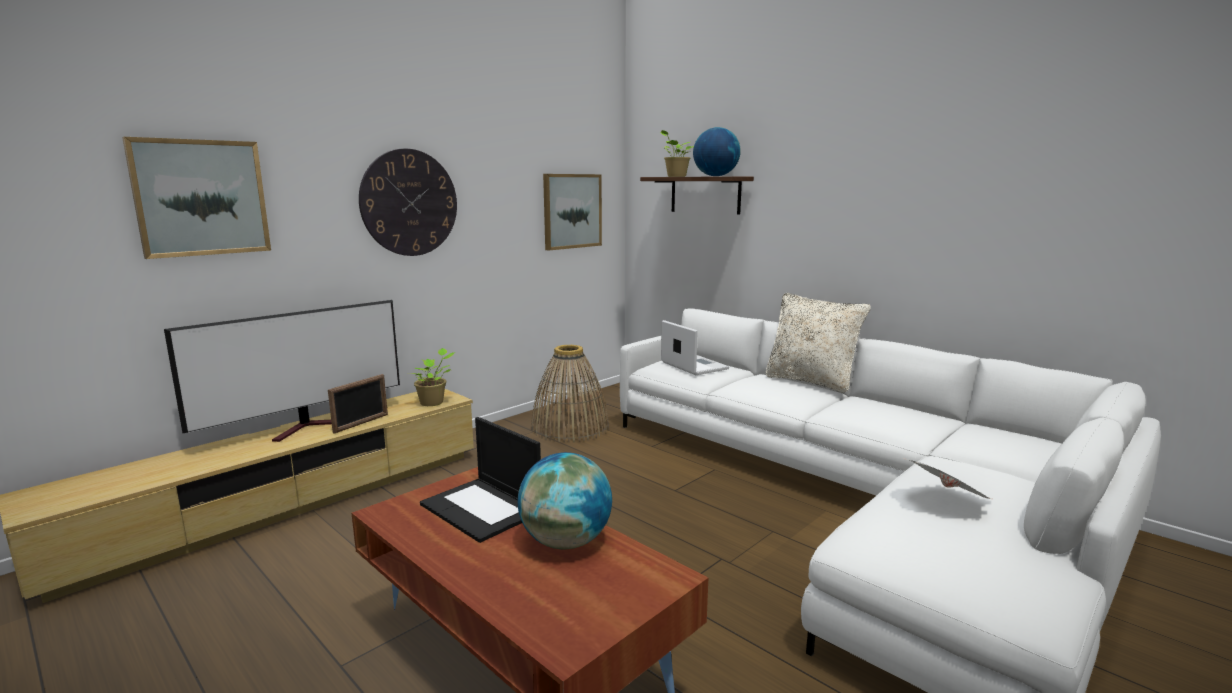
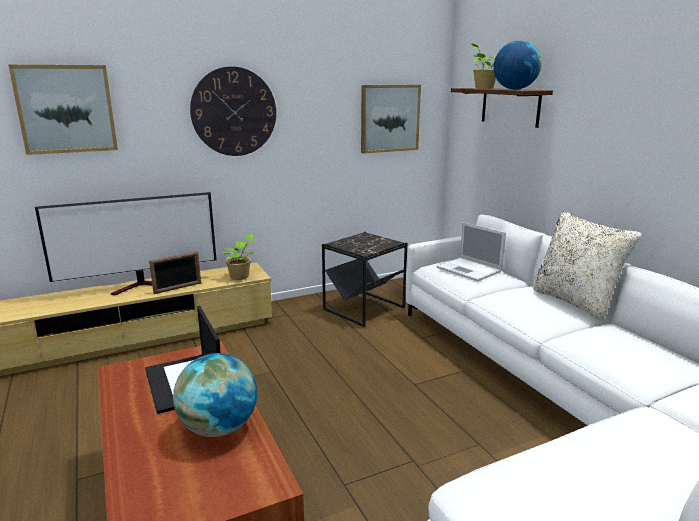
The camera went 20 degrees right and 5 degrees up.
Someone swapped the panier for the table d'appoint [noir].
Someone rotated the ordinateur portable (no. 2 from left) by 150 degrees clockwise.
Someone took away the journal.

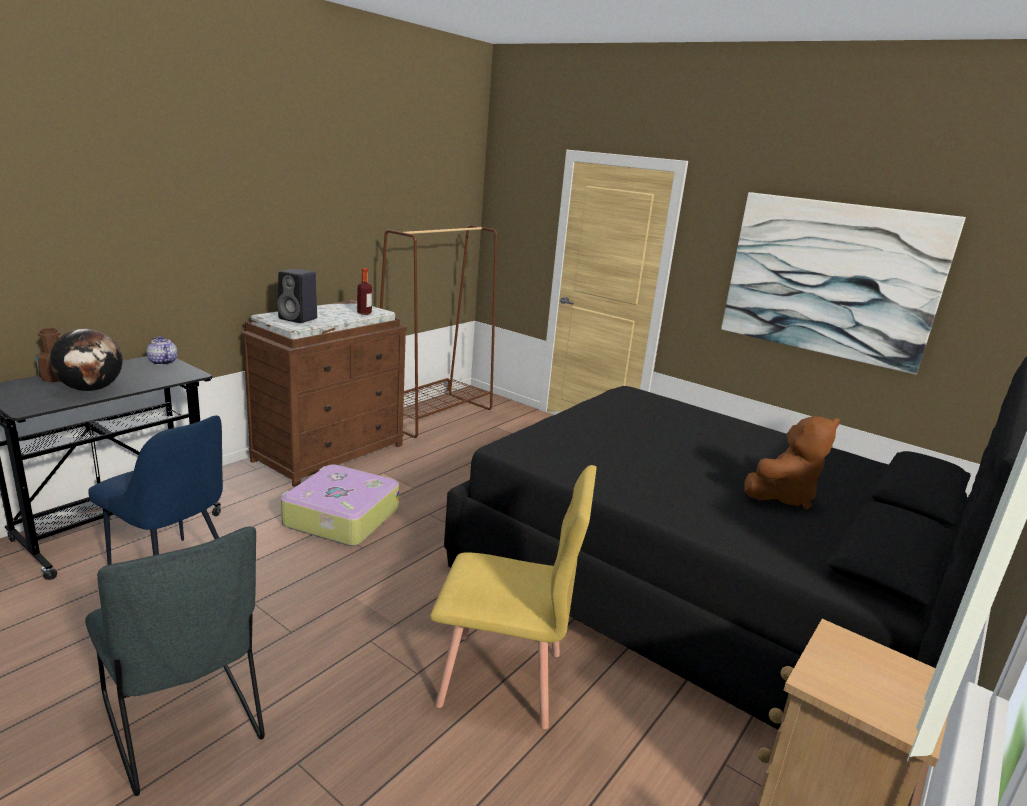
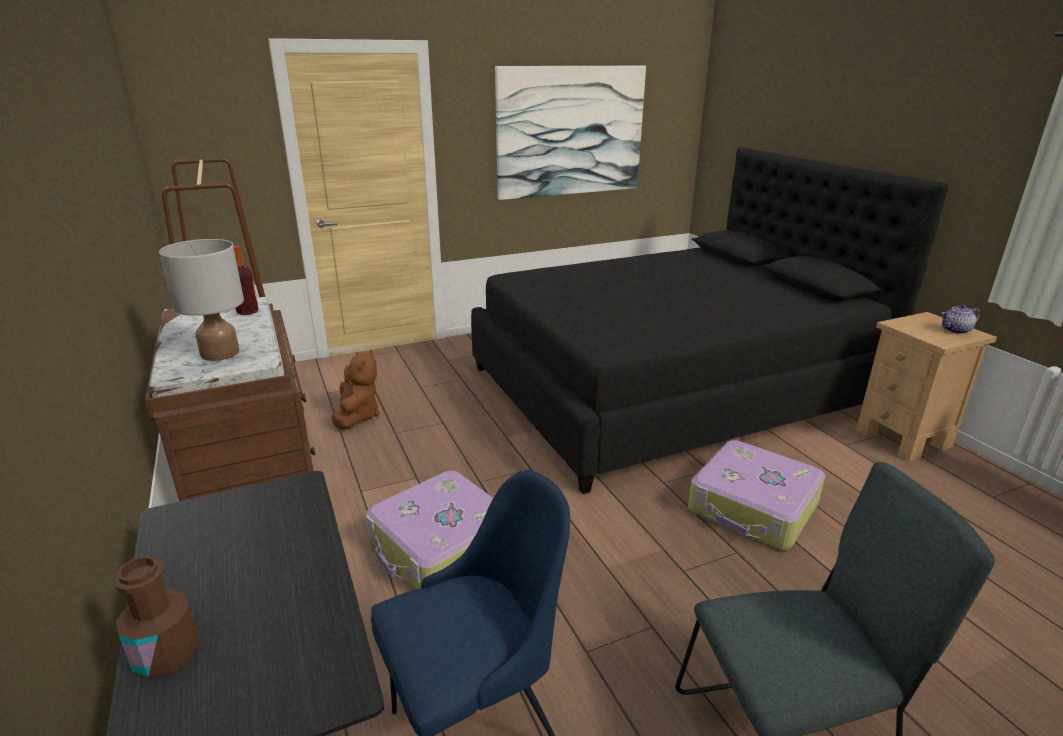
The camera went 60 degrees left and 5 degrees up.
Someone took away the globe.
Someone carried the théière.
Someone swapped the enceinte [noir] for the lampe de table [gris].
Someone swapped the chaise [jaune] for the valise (no. 2 from left).
Someone carried the peluche [marron].

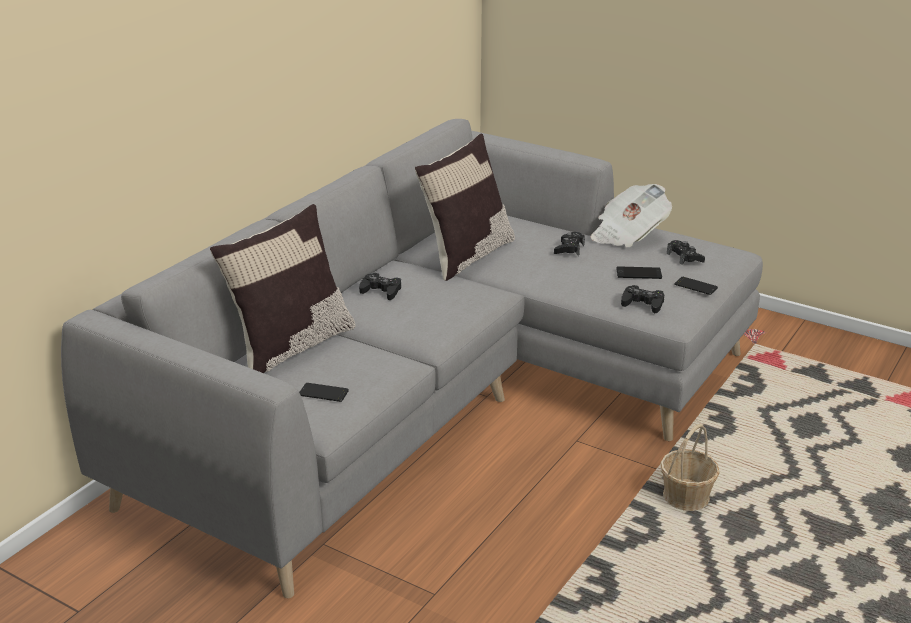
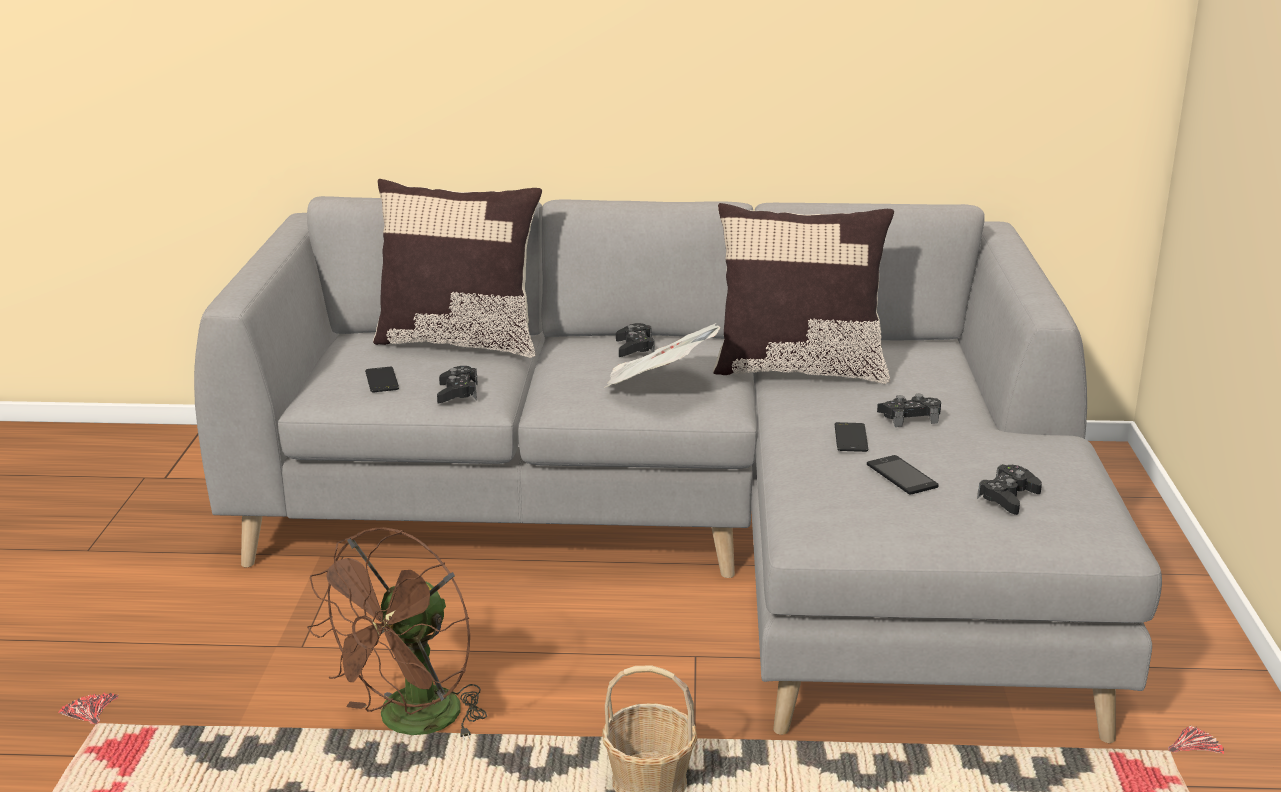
The camera went 60 degrees right and 5 degrees down.
Someone carried the journal.
Someone carried the manette [noir] (no. 3 from left in the first image).
Someone carried the téléphone (no. 3 from left in the first image).
Someone put down the ventilateur [marron].

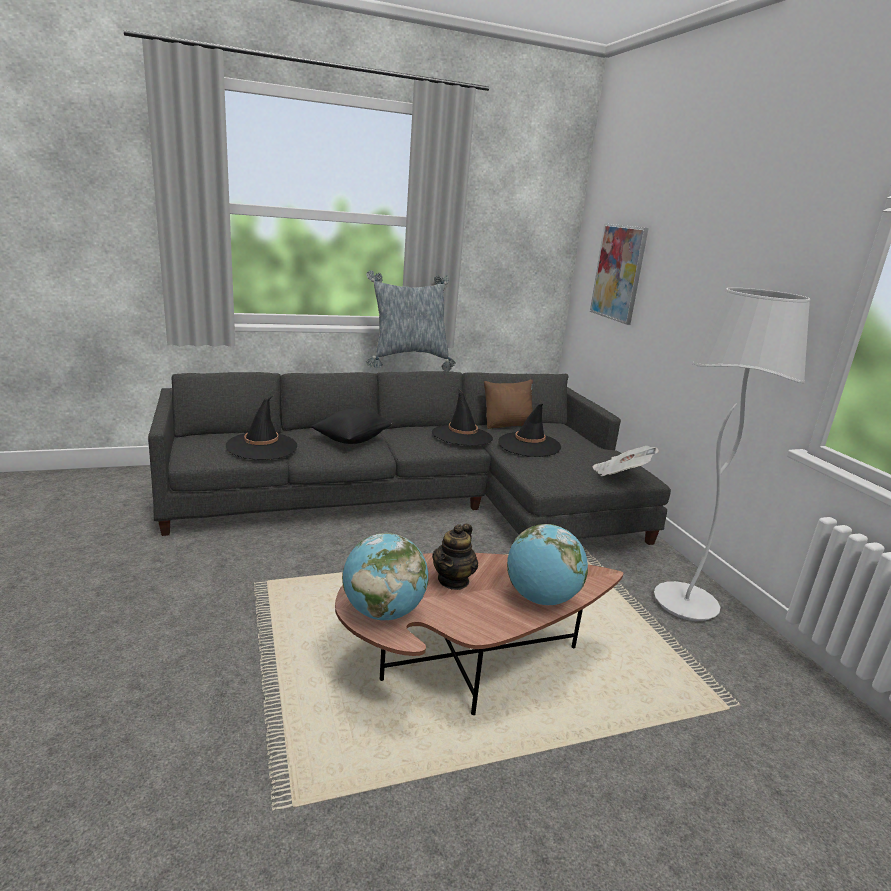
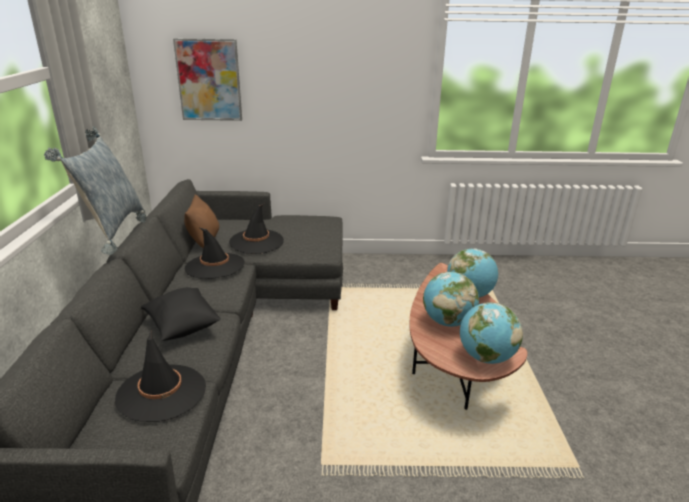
The camera went 70 degrees left and 5 degrees up.
Someone swapped the théière for the globe (no. 1 from left).
Someone took away the journal.
Someone took away the lampadaire [blanc].

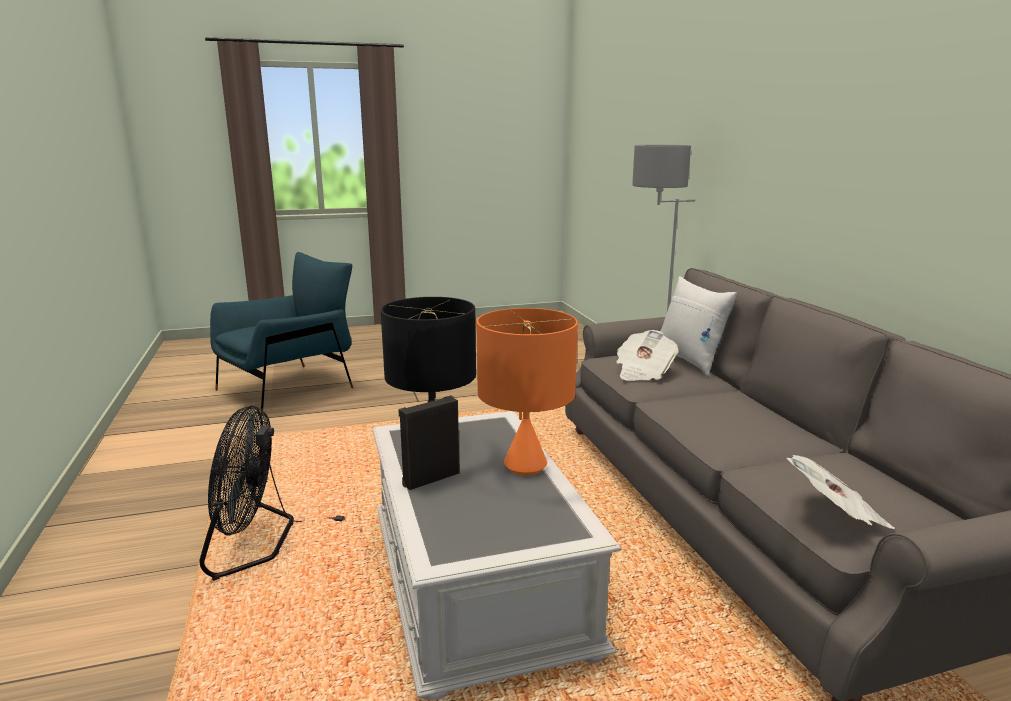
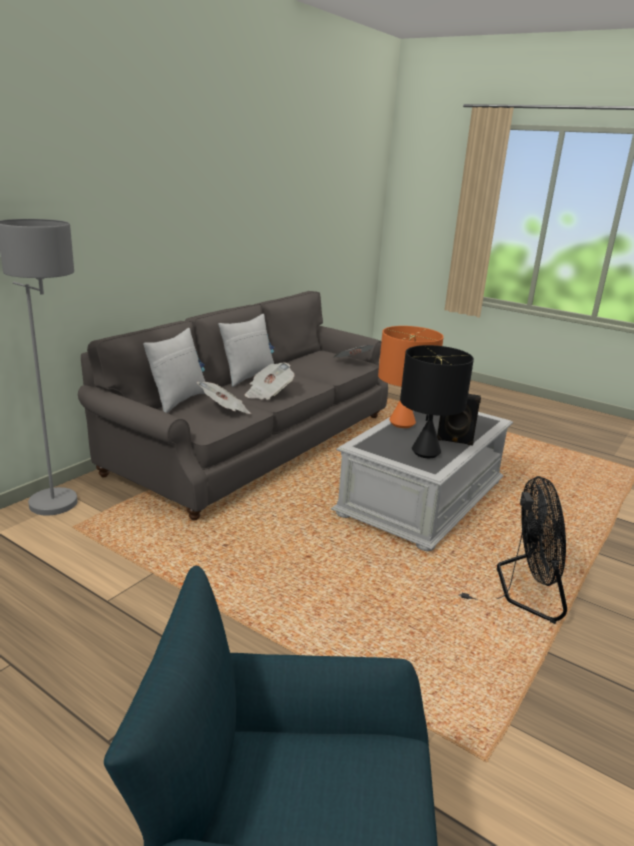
The camera went 130 degrees left and 5 degrees up.
Someone rotated the ventilateur [noir] by 45 degrees counterclockwise.
Someone put down the coussin [gris] (no. 2 from left).
Someone put down the journal (no. 2 from left).

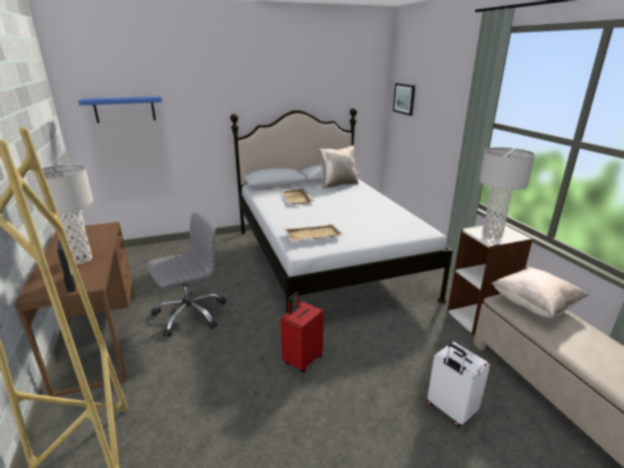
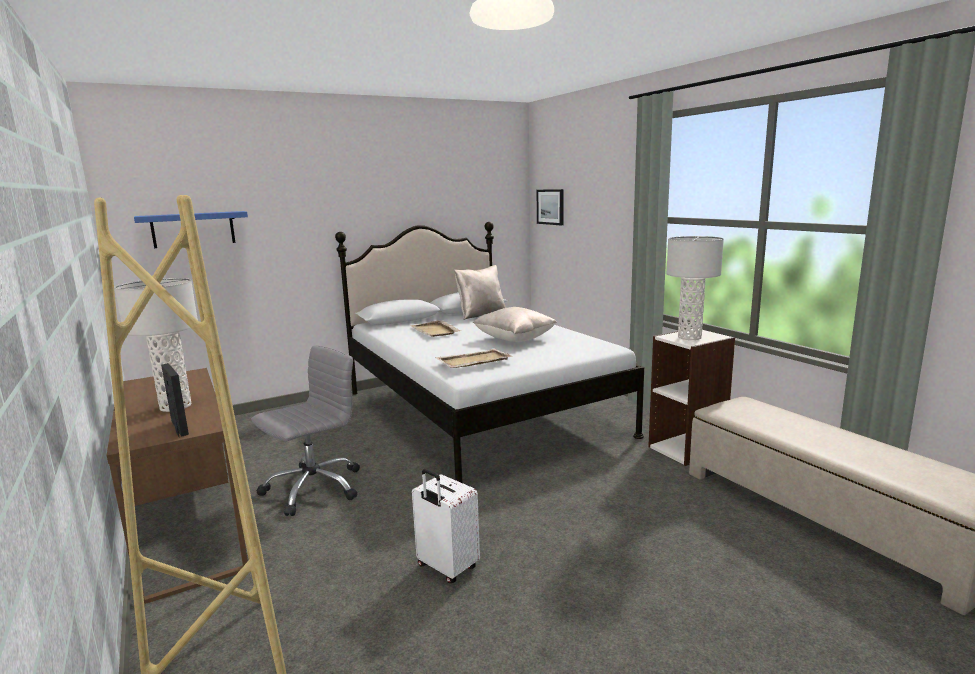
The camera went 10 degrees left and 10 degrees down.
Someone took away the valise [rouge].
Someone carried the valise [blanc].
Someone carried the coussin [beige] (no. 2 from left).

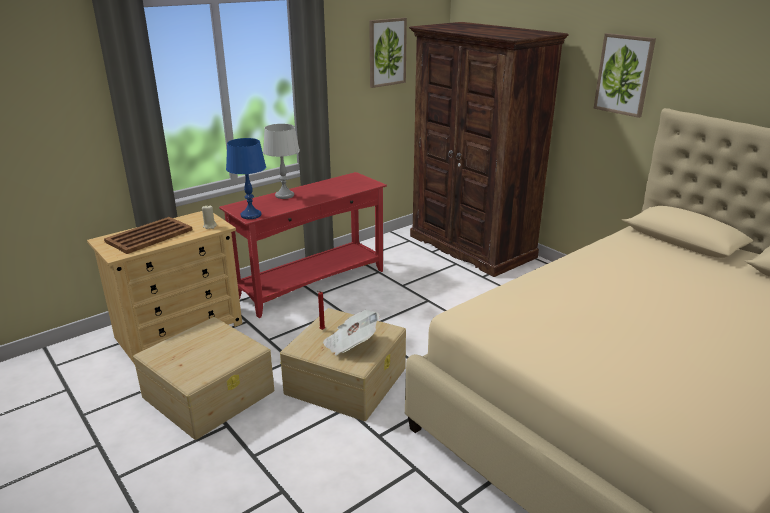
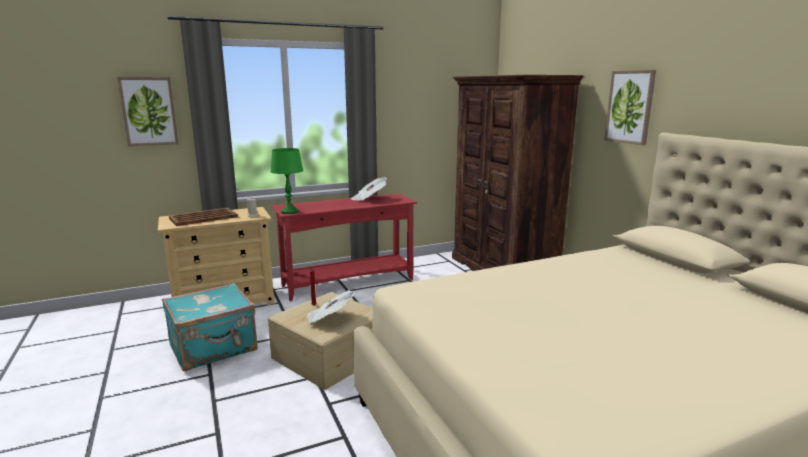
The camera went 15 degrees right and 10 degrees down.
Someone swapped the boîte de rangement [beige] (no. 1 from left) for the valise [turquoise].
Someone repainted the lampe de table [bleu], which became the lampe de table [vert].
Someone took away the lampe de table [gris].
Someone carried the tableau (no. 1 from left).
Someone put down the journal (no. 2 from left).

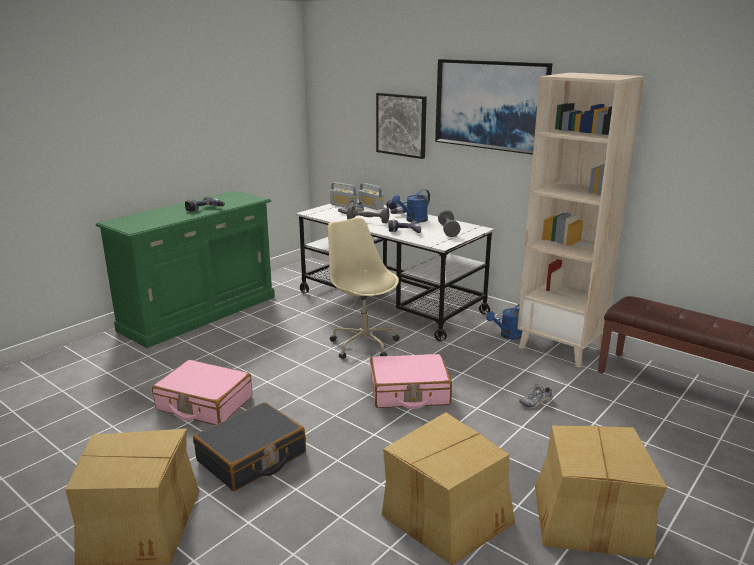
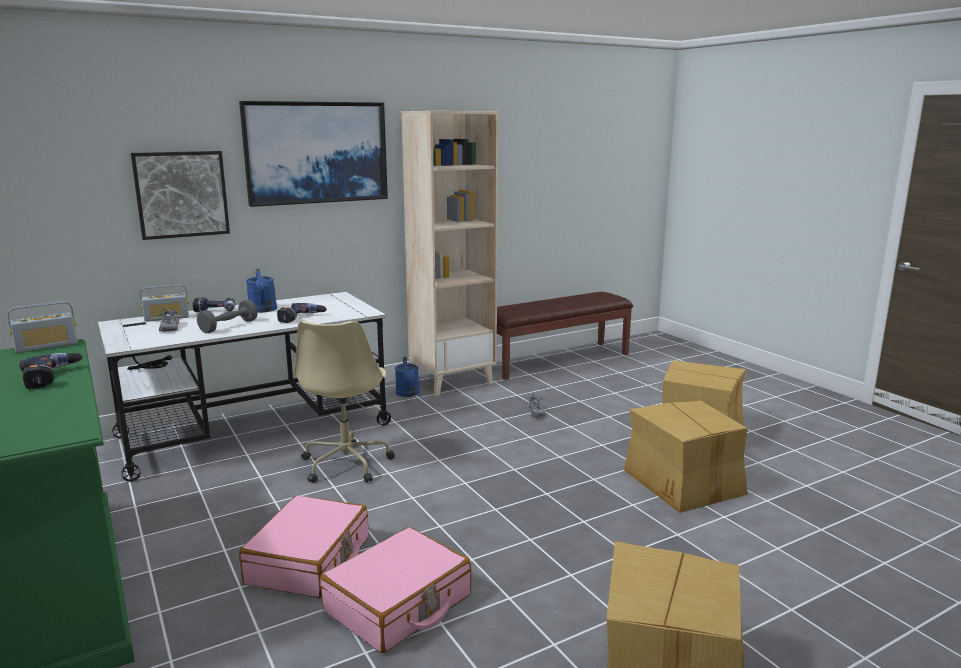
The camera went 70 degrees left and 5 degrees down.
Someone took away the valise [noir].
Someone rotated the chaise de bureau [beige] by 75 degrees counterclockwise.
Someone carried the radio (no. 1 from left).
Someone carried the valise [rose] (no. 2 from left in the first image).
Someone took away the haltère [gris] (no. 2 from left).

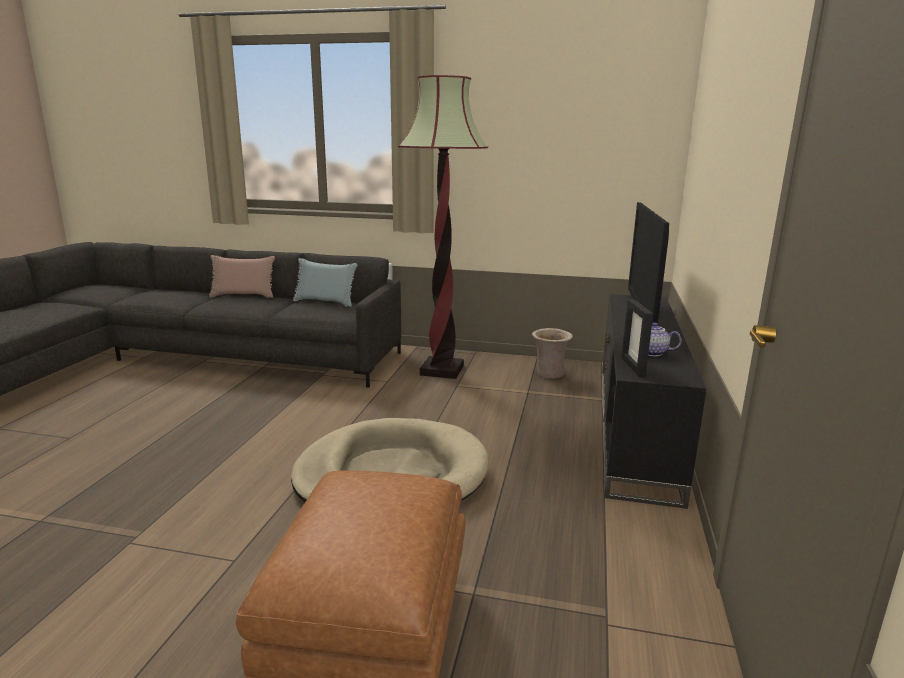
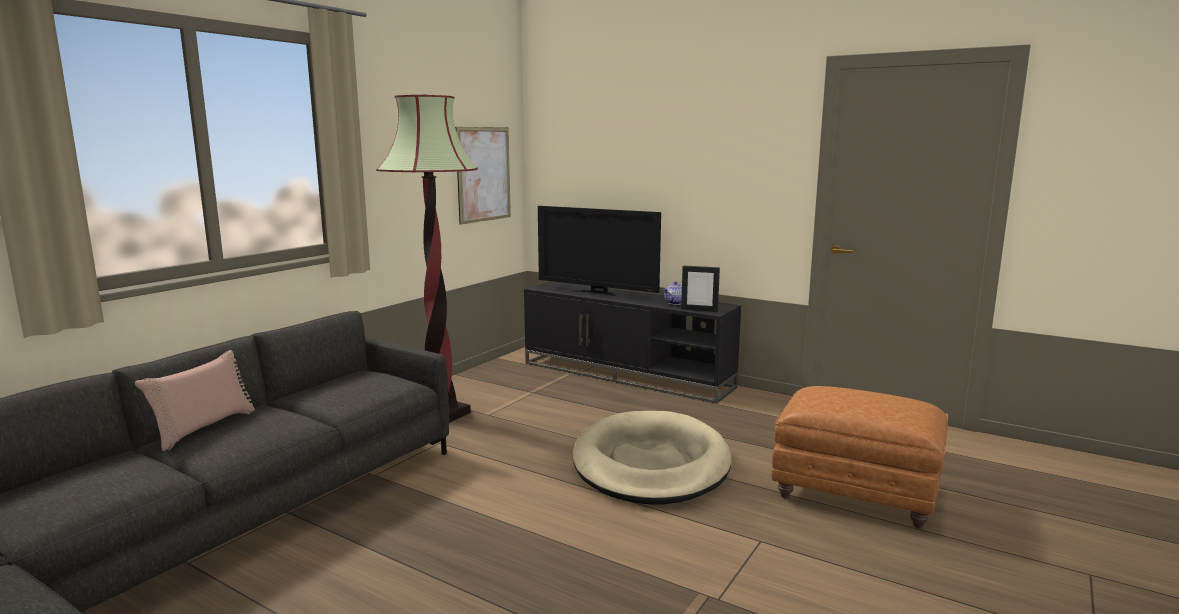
The camera went 70 degrees left and 5 degrees down.
Someone took away the coussin [bleu].
Someone took away the vase [beige].
Someone put up the tableau.

